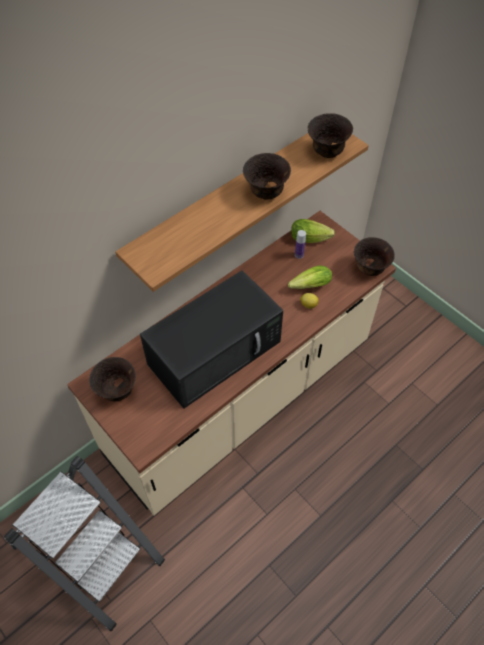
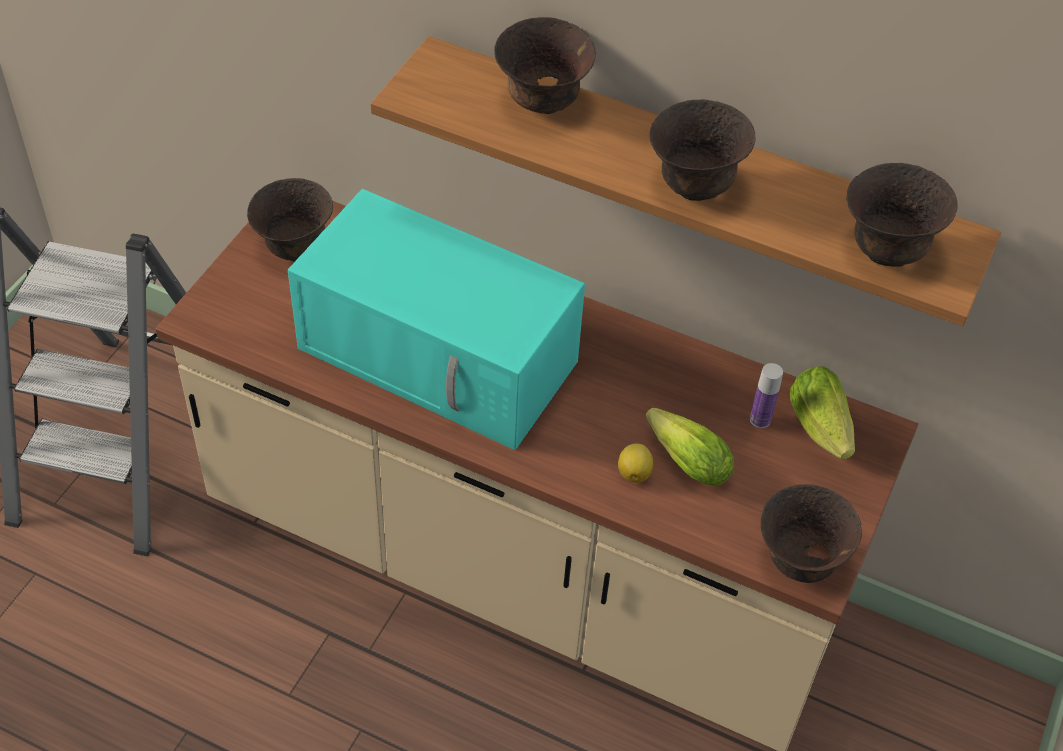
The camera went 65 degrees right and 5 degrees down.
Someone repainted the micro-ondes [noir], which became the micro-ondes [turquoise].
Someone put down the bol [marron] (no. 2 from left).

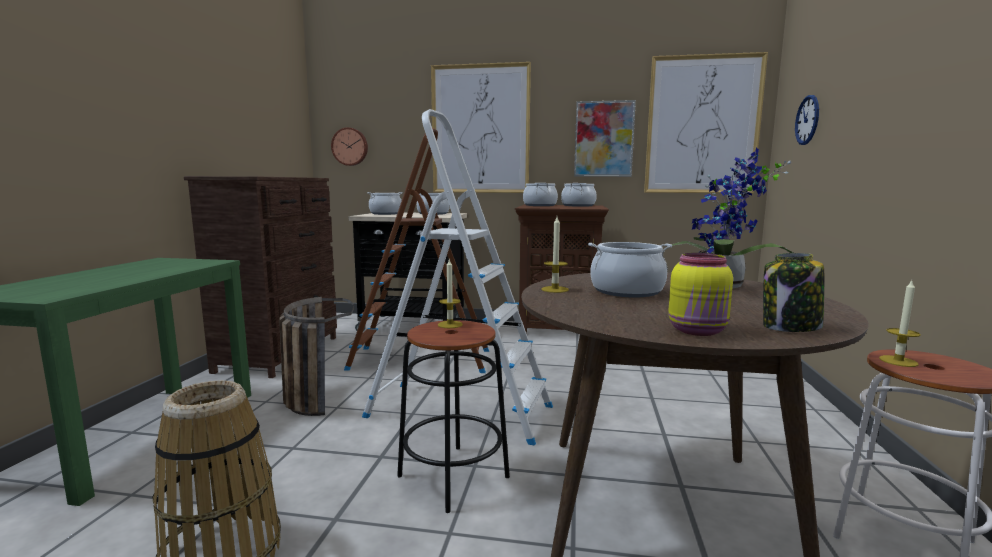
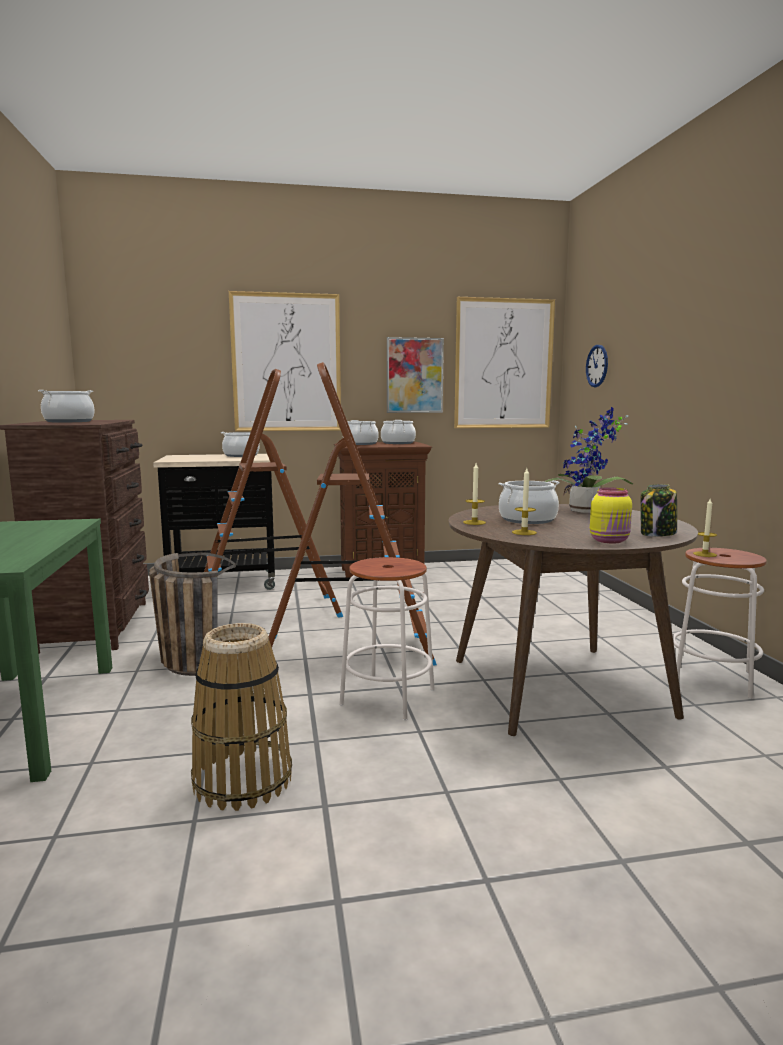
The camera went 20 degrees left and 0 degrees up.
Someone took away the horloge murale (no. 1 from left).
Someone repainted the escabeau [blanc], which became the escabeau [marron] (no. 2 from left).
Someone carried the marmite (no. 1 from left).
Someone repainted the tabouret [noir], which became the tabouret [blanc] (no. 1 from left).
Someone carried the bougie (no. 1 from left in the first image).

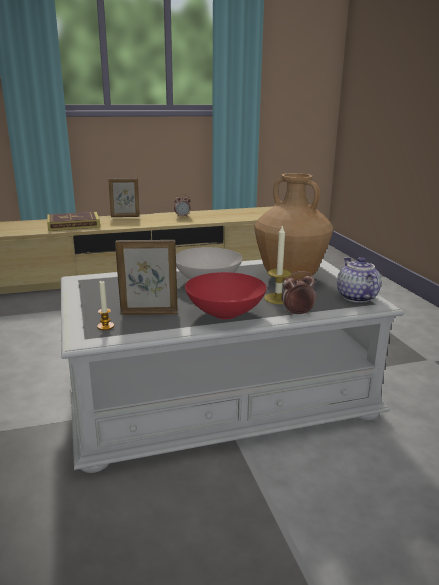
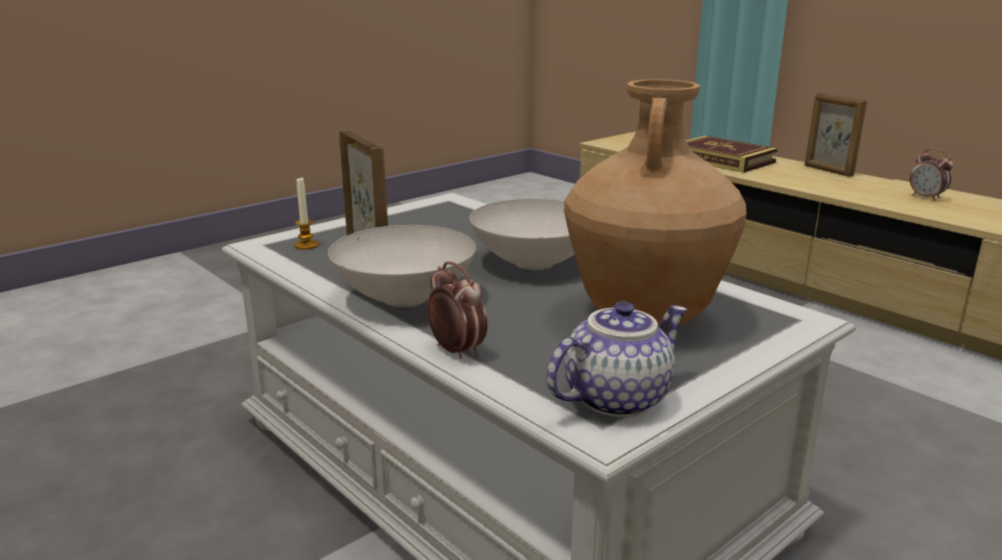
The camera went 65 degrees right and 0 degrees up.
Someone repainted the bol [rouge], which became the bol [blanc] (no. 1 from left).
Someone took away the bougie (no. 2 from left).

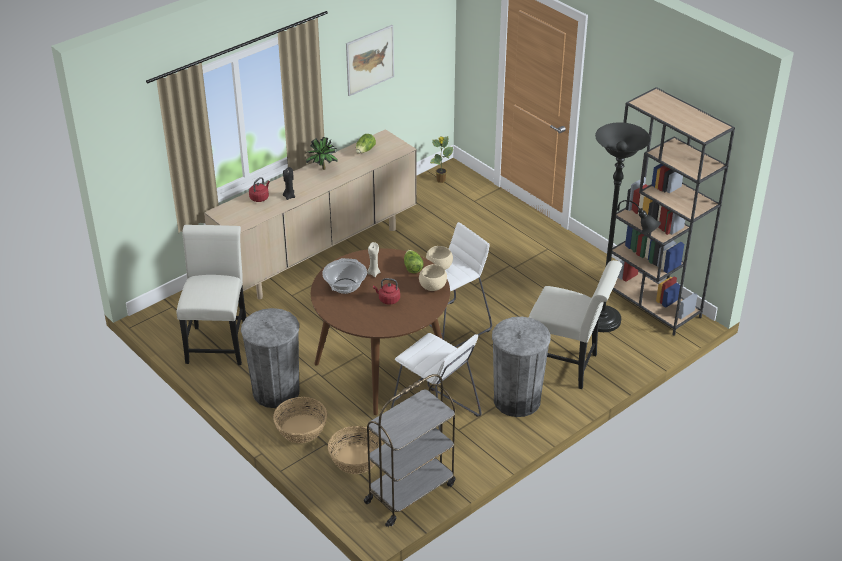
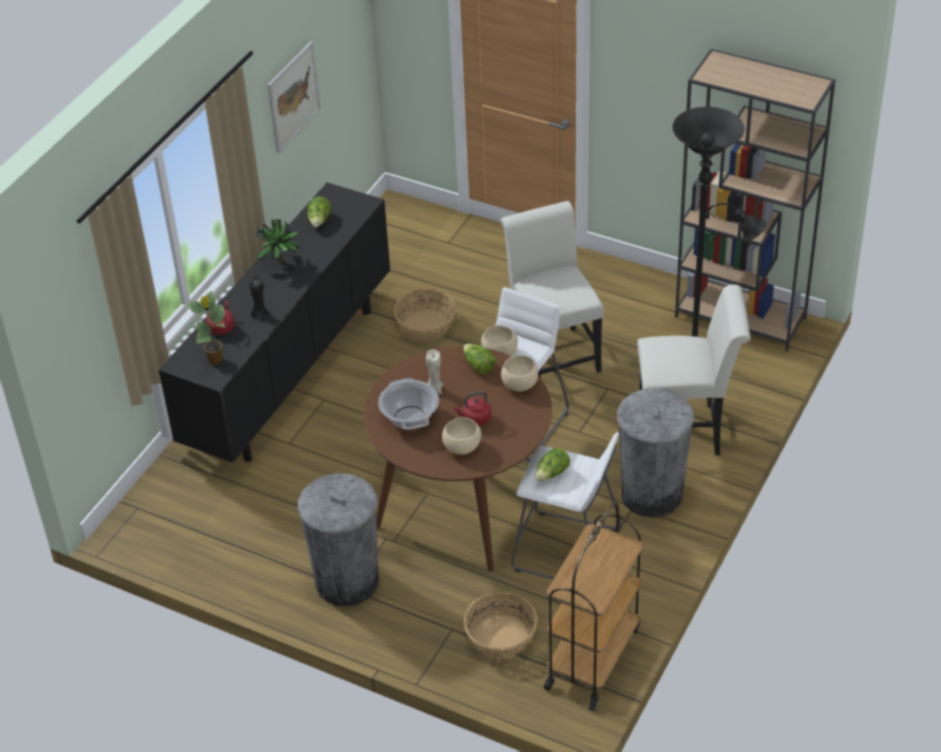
The camera went 20 degrees left and 5 degrees up.
Someone carried the chaise [blanc] (no. 1 from left).
Someone repainted the meuble de rangement [beige], which became the meuble de rangement [noir].
Someone carried the panier (no. 1 from left).
Someone repainted the chariot [gris], which became the chariot [marron].
Someone carried the plante en pot (no. 2 from left in the first image).
Someone put down the bol [beige] (no. 1 from left).
Someone put down the laitue (no. 3 from left).

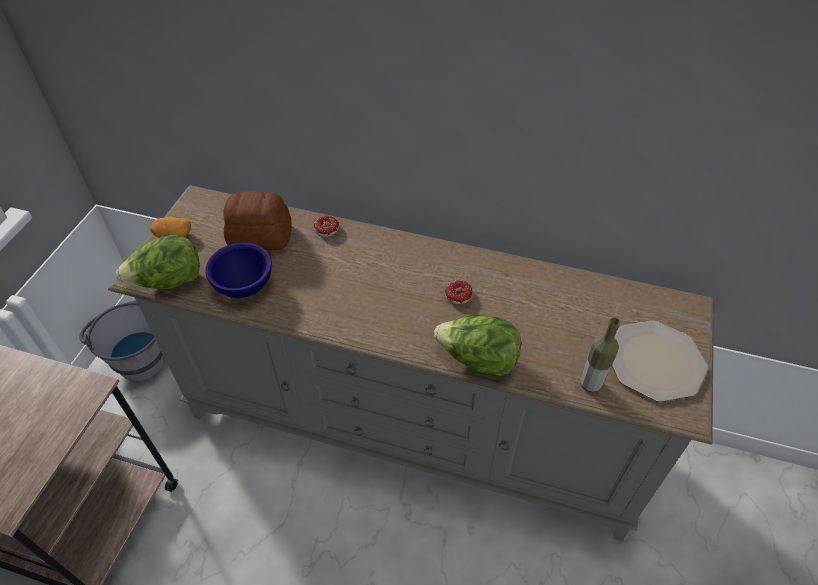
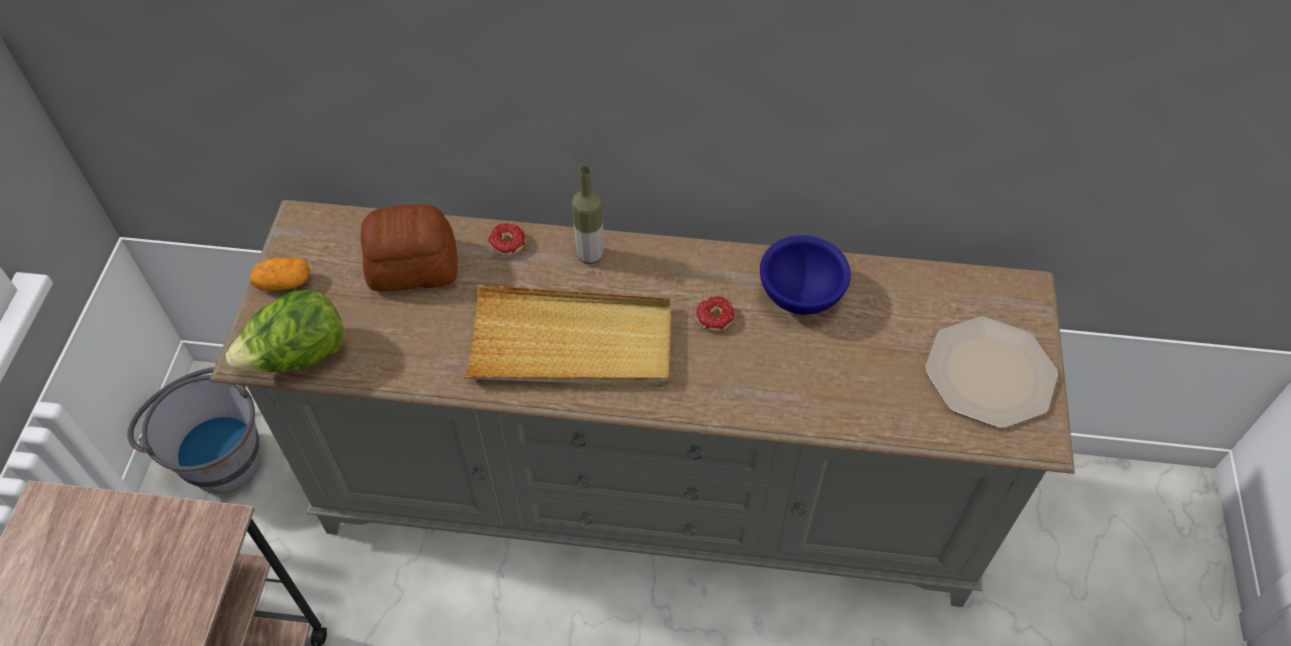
The camera went 10 degrees left and 5 degrees up.
Someone carried the bol [bleu].
Someone took away the laitue (no. 2 from left).
Someone carried the bouteille.
Someone put down the plateau [beige].

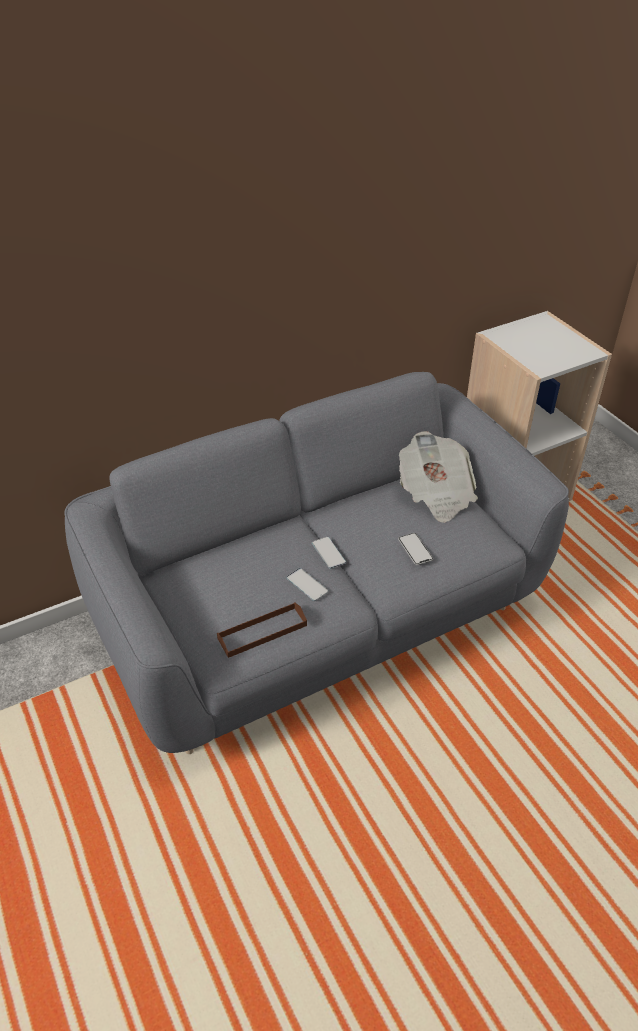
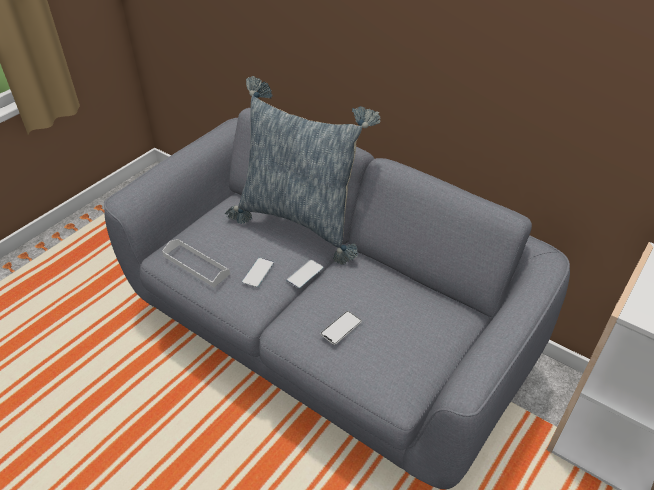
The camera went 65 degrees right and 0 degrees up.
Someone repainted the plateau [marron], which became the plateau [blanc].
Someone took away the journal.
Someone put down the coussin.

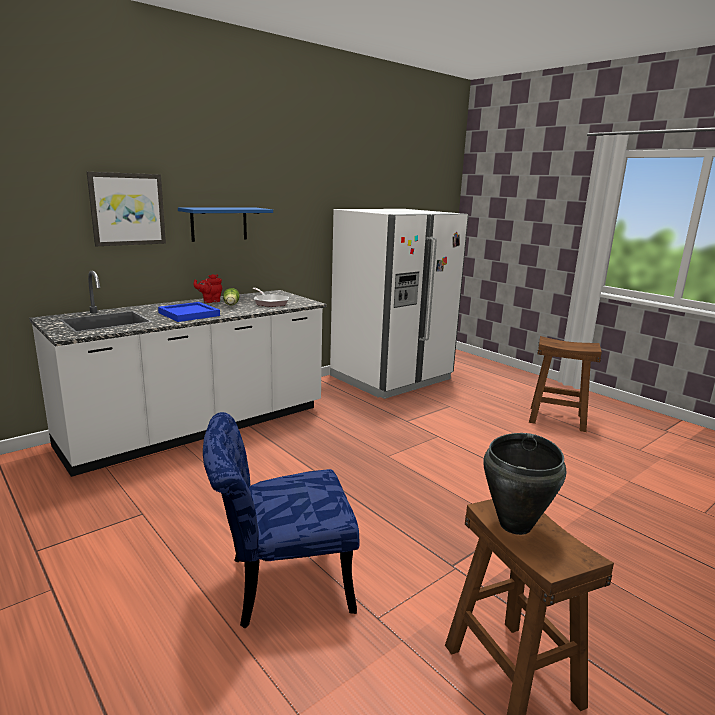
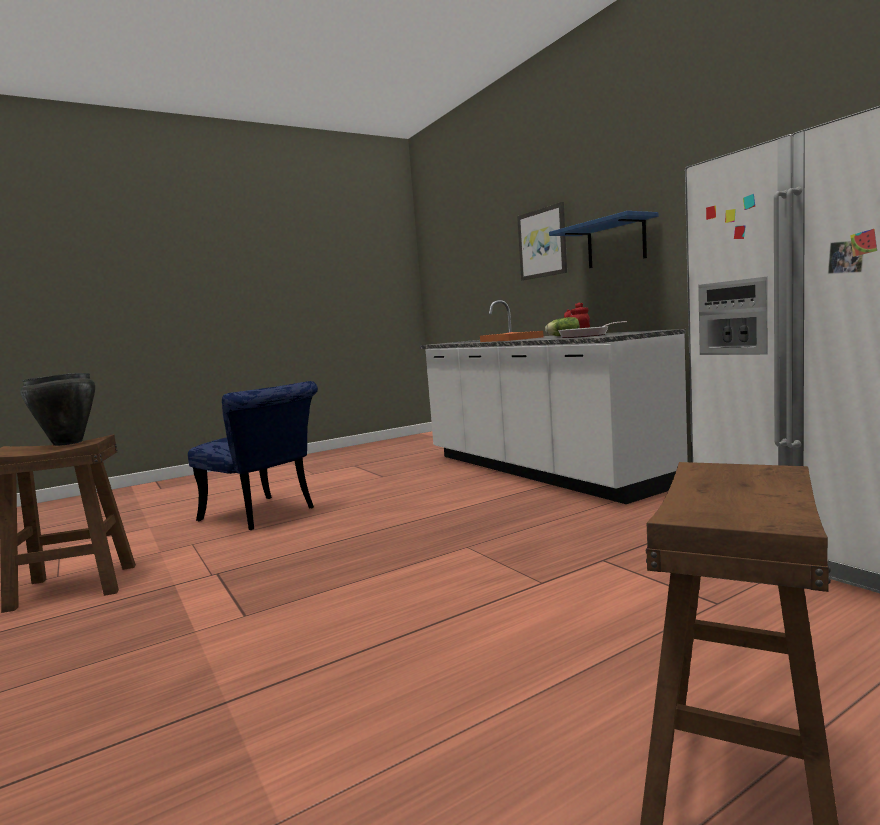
The camera went 100 degrees right and 10 degrees down.
Someone repainted the plateau [bleu], which became the plateau [orange].
Someone rotated the chaise [bleu] by 135 degrees clockwise.

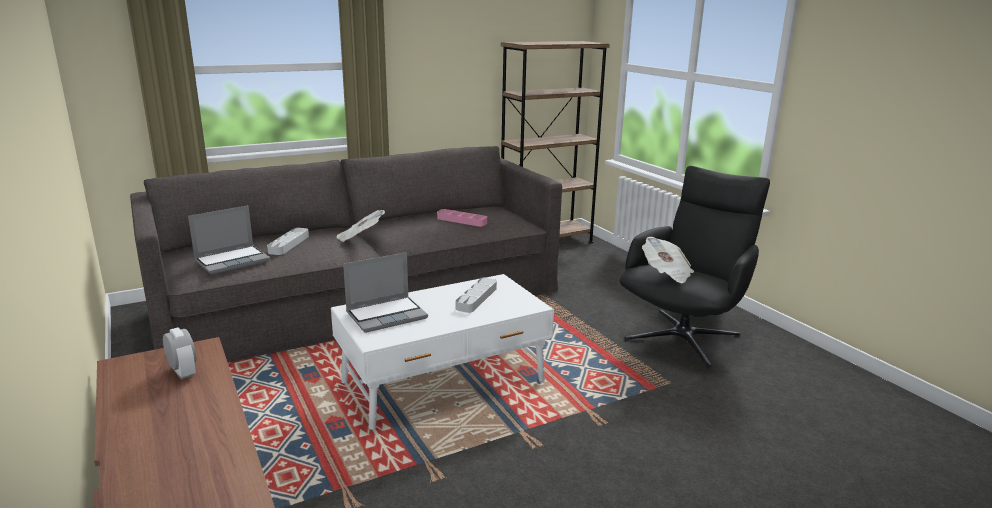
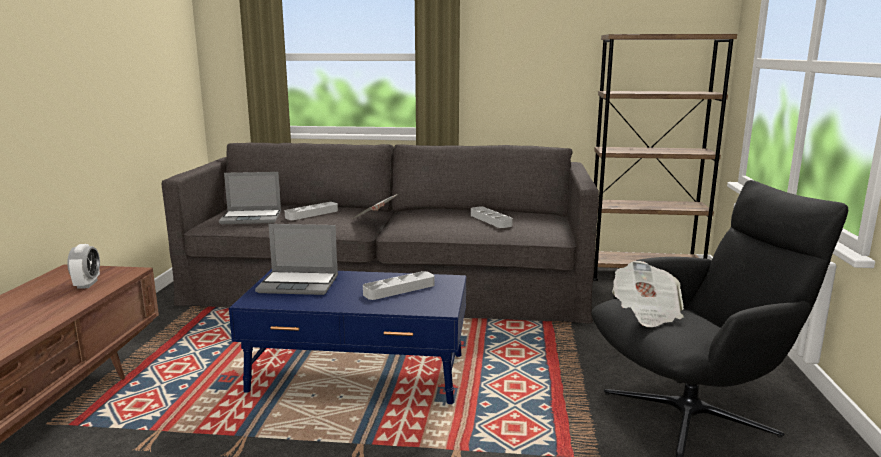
The camera went 35 degrees right and 5 degrees down.
Someone repainted the table basse [blanc], which became the table basse [bleu].
Someone repainted the plateau [rose], which became the plateau [gris] (no. 3 from left).

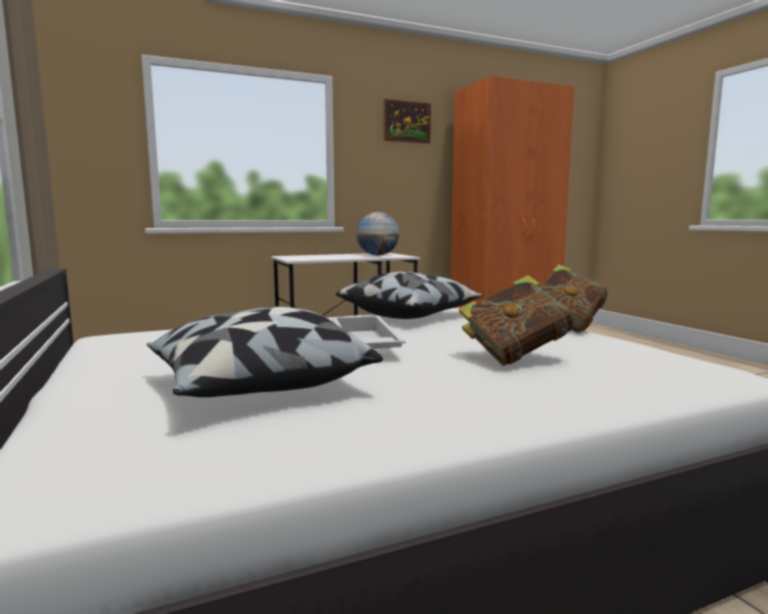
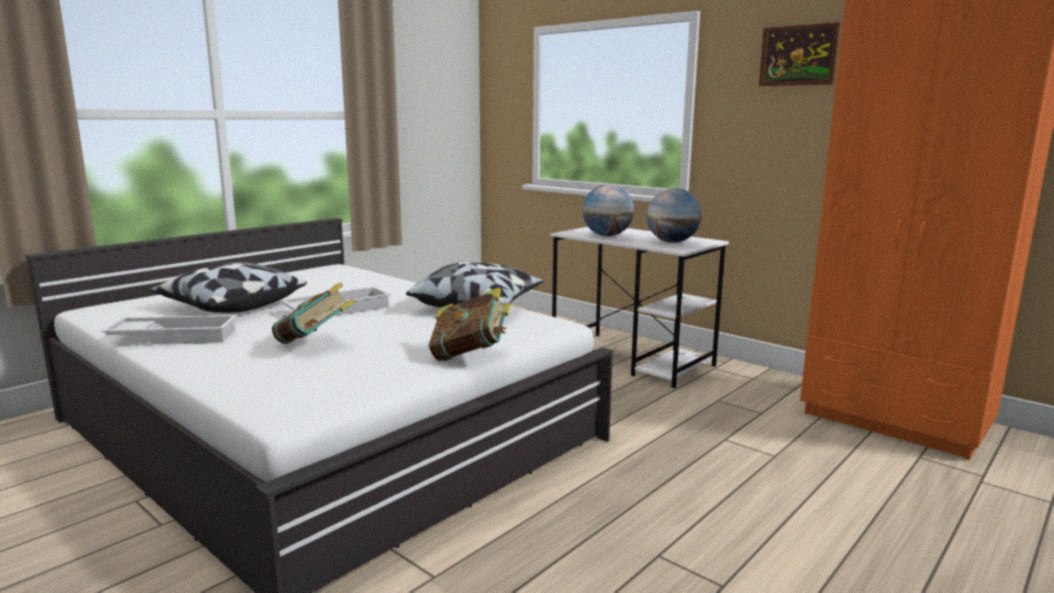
The camera went 65 degrees right and 5 degrees up.
Someone put down the plateau [blanc] (no. 1 from left).
Someone put down the globe (no. 1 from left).

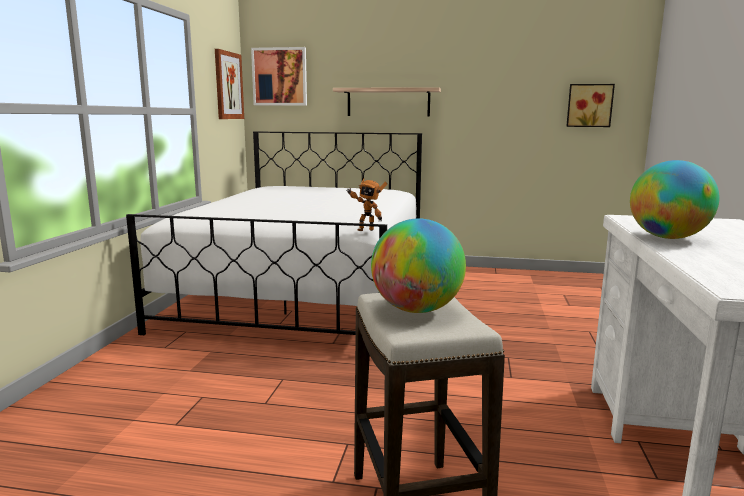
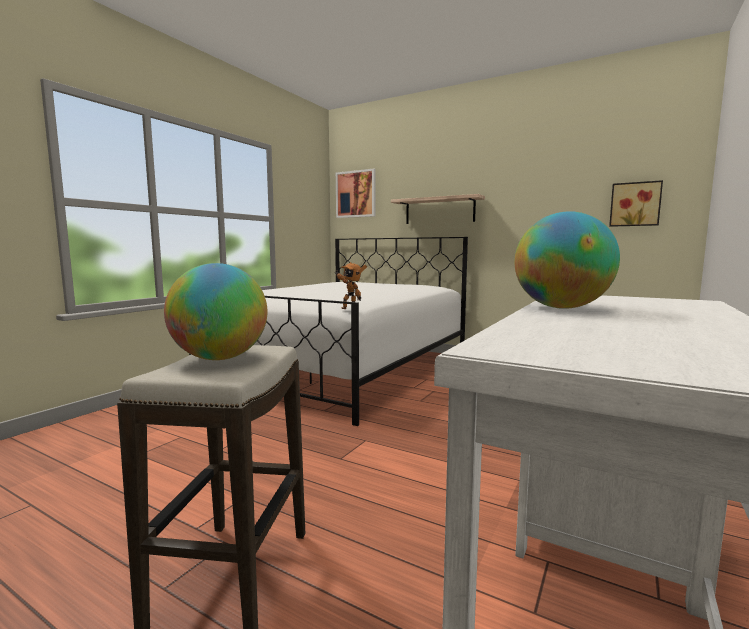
The camera went 20 degrees right and 5 degrees down.
Someone took away the tableau (no. 1 from left).

